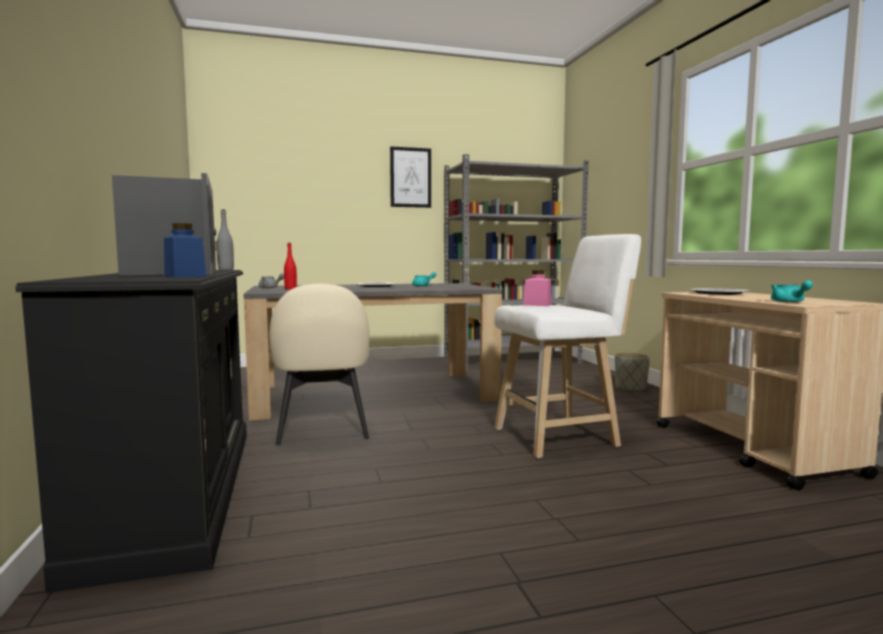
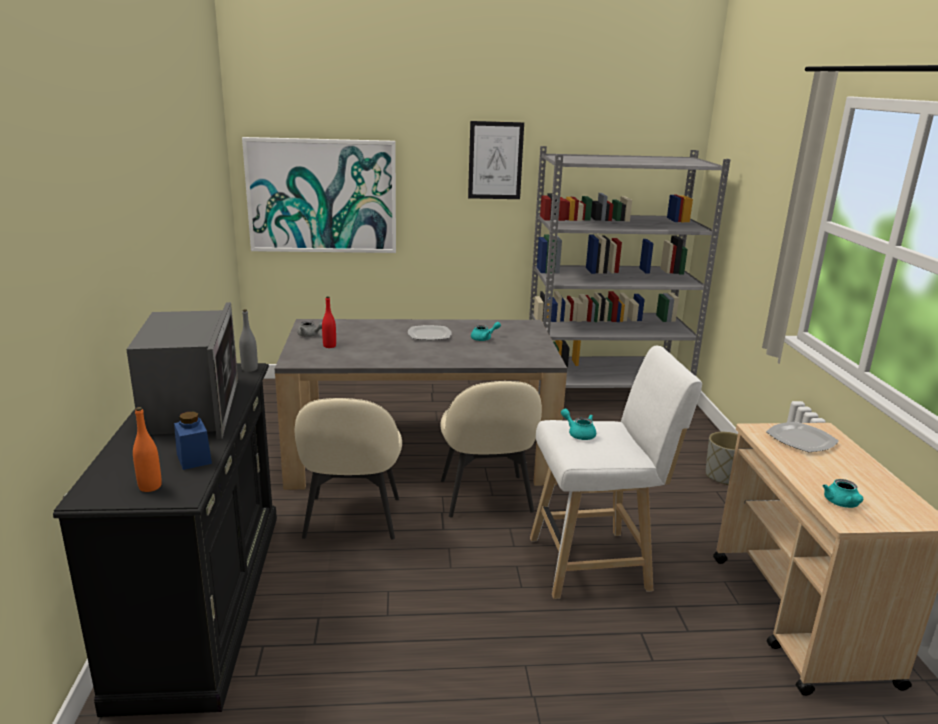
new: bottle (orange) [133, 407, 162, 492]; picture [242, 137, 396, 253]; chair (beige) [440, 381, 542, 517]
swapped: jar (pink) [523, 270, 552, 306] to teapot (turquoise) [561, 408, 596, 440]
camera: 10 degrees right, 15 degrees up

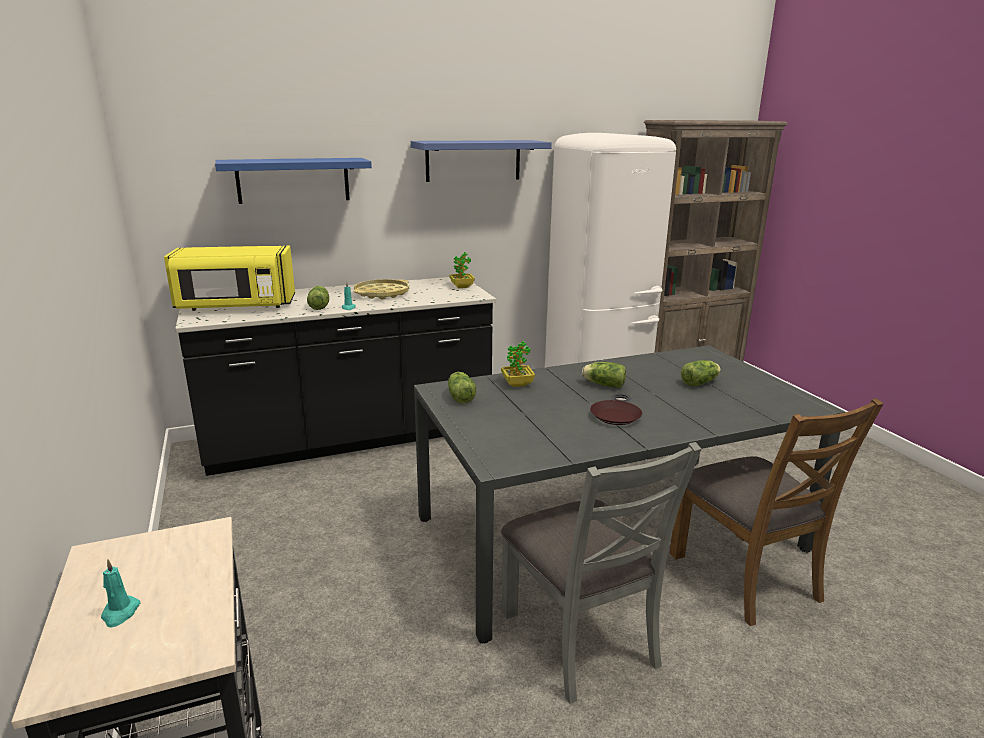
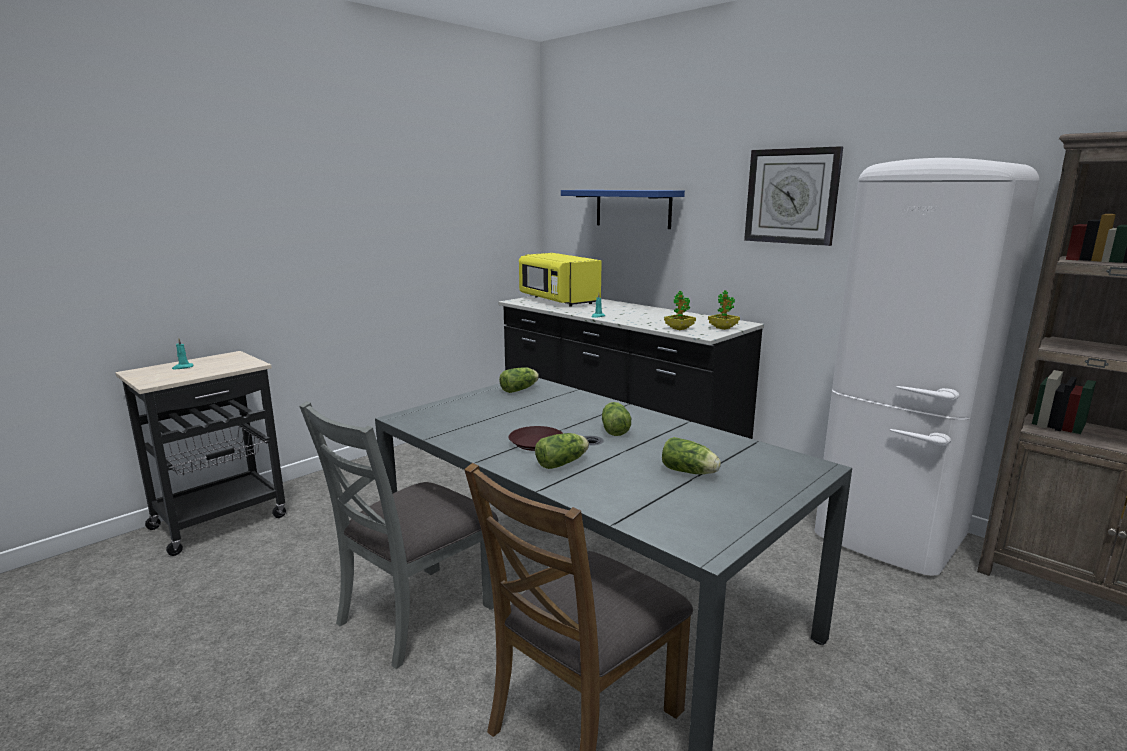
gone: tray (yellow) [354, 279, 409, 299]
shifted: lettuce [307, 286, 329, 310] to [535, 433, 589, 469]; potted plant [501, 341, 535, 387] to [664, 291, 696, 330]
swapped: shelf (blue) [411, 140, 552, 182] to wall clock [744, 146, 843, 246]
camera: 65 degrees right, 5 degrees down

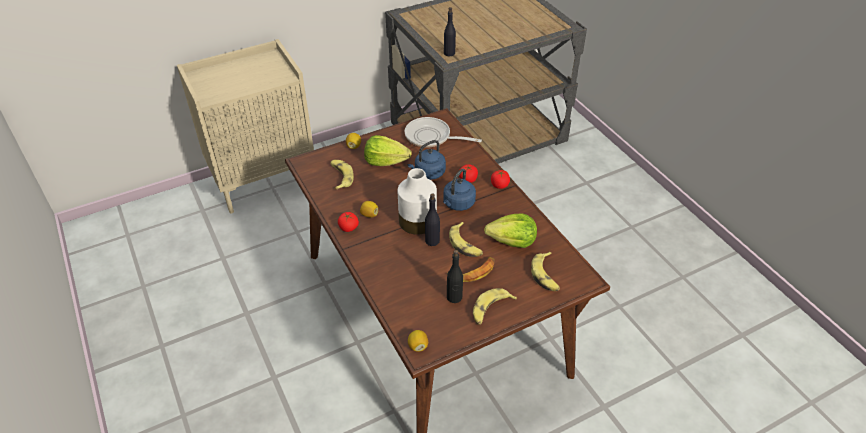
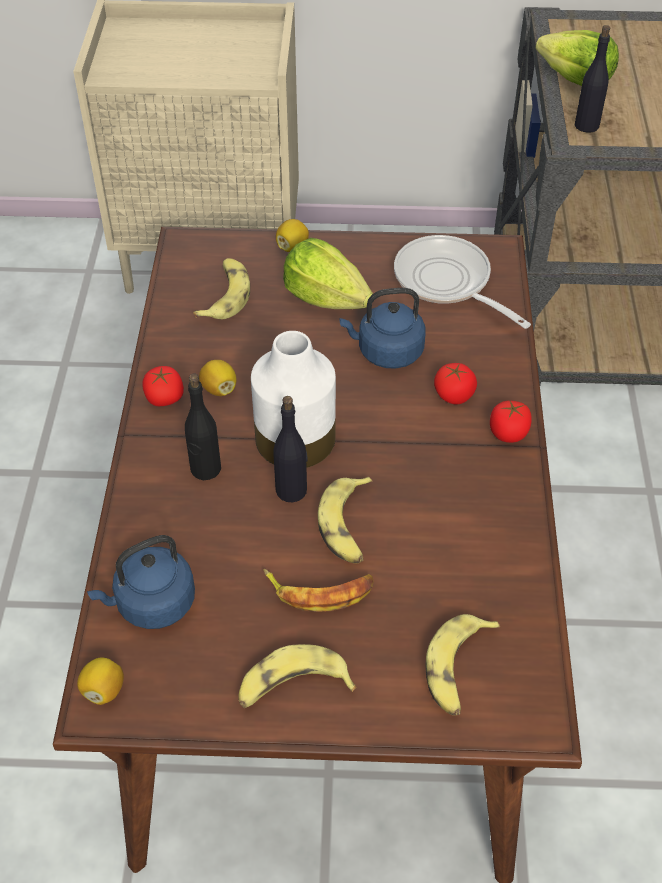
shifted: kettle (blue) [443, 168, 476, 211] to [87, 535, 195, 629]; bottle (black) [447, 250, 463, 303] to [185, 373, 221, 480]; lettuce [484, 214, 537, 248] to [536, 30, 619, 86]
camera: 30 degrees right, 5 degrees up

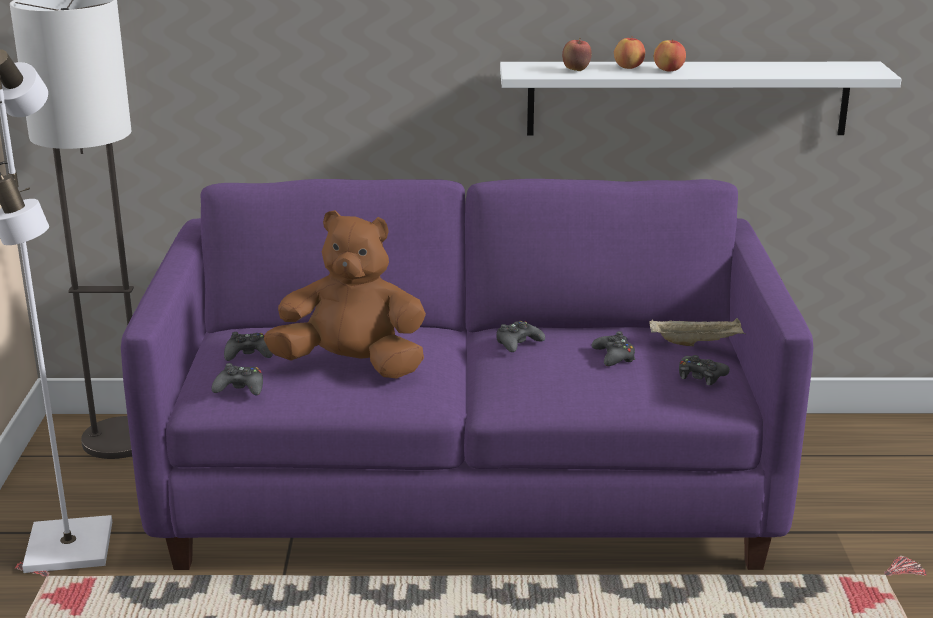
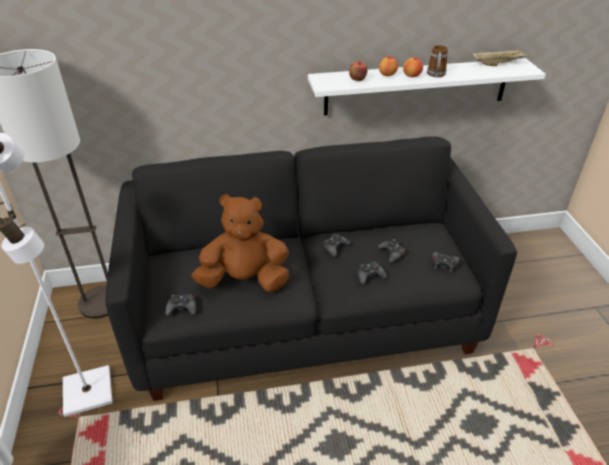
new: mug [427, 45, 448, 77]
shifted: game controller (black) [224, 332, 273, 361] to [357, 262, 387, 284]; tray (beige) [649, 318, 746, 346] to [472, 48, 528, 66]
repainted: sofa (purple) [121, 179, 813, 570] to sofa (black) [105, 136, 517, 401]
camera: 10 degrees left, 15 degrees up

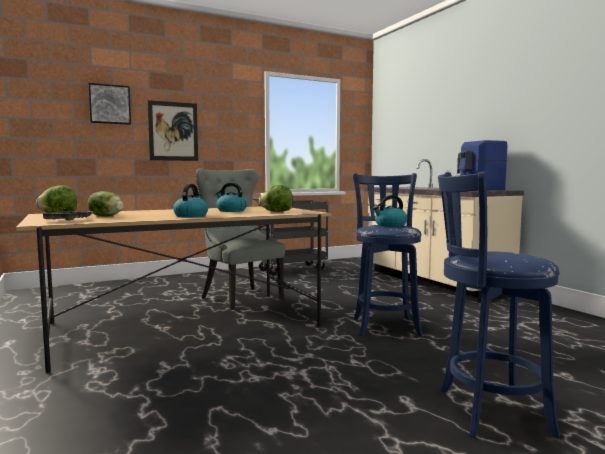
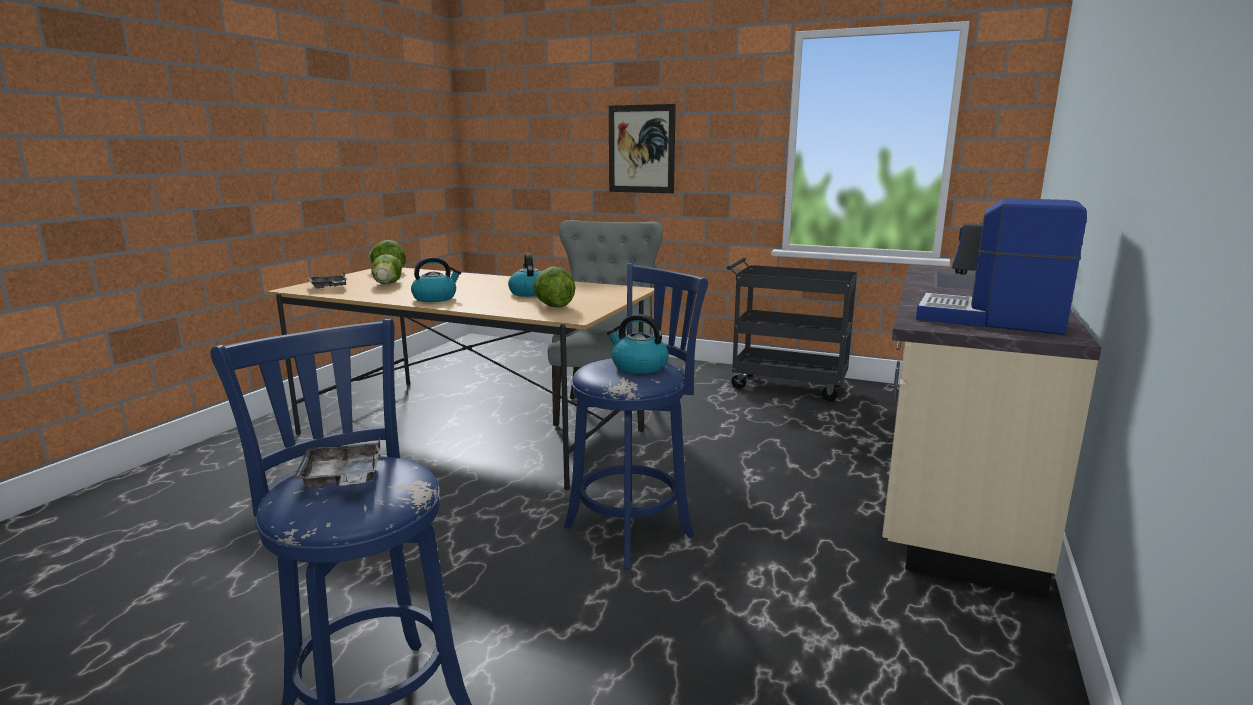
gone: picture [88, 83, 131, 125]
new: tray (grey) [293, 438, 381, 489]
camera: 50 degrees right, 10 degrees up

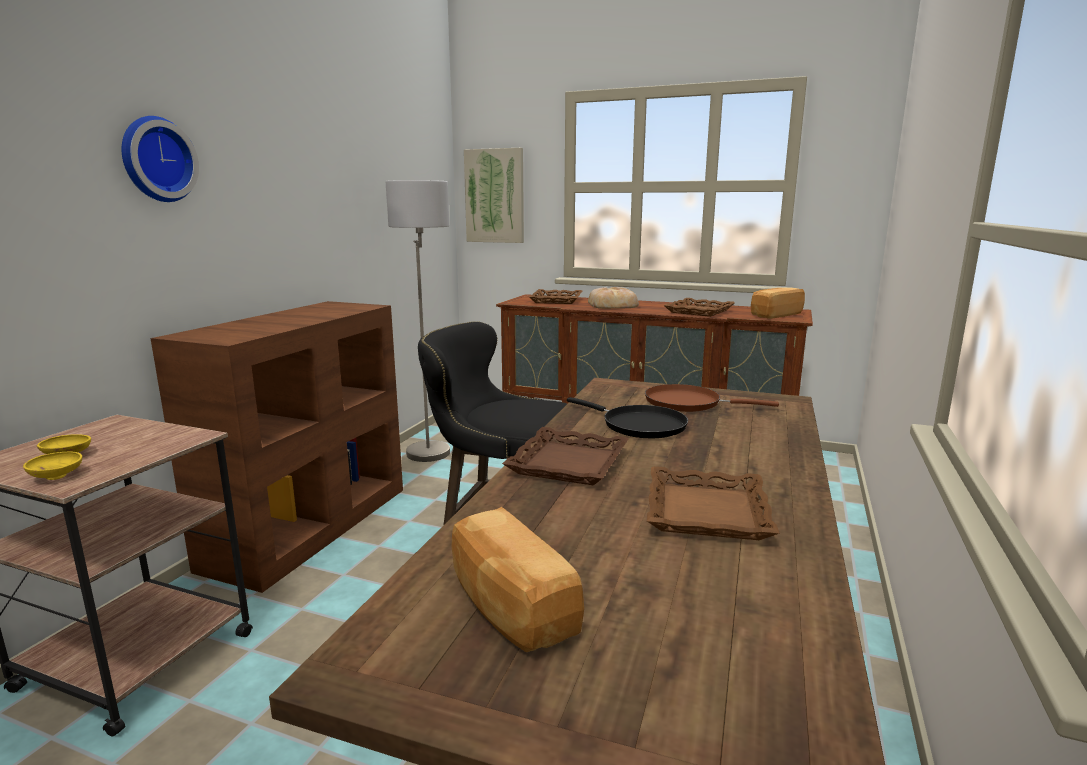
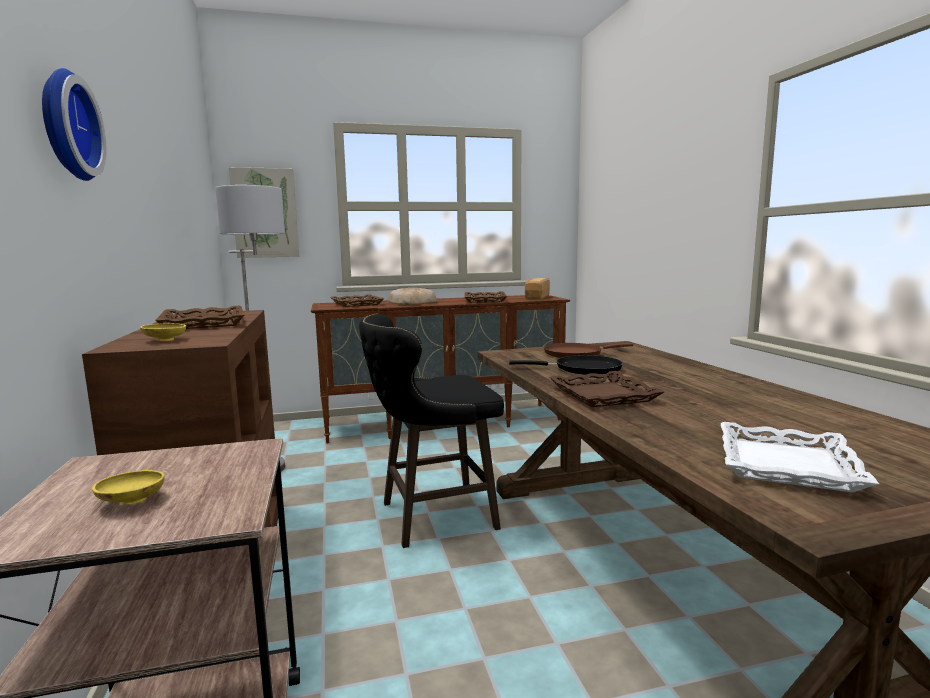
shifted: bowl (yellow) [23, 451, 82, 480] to [140, 323, 186, 341]; tray (brown) [647, 466, 780, 540] to [155, 306, 245, 329]
swapped: bread [452, 507, 584, 652] to tray (white) [721, 422, 879, 492]
camera: 35 degrees left, 5 degrees down

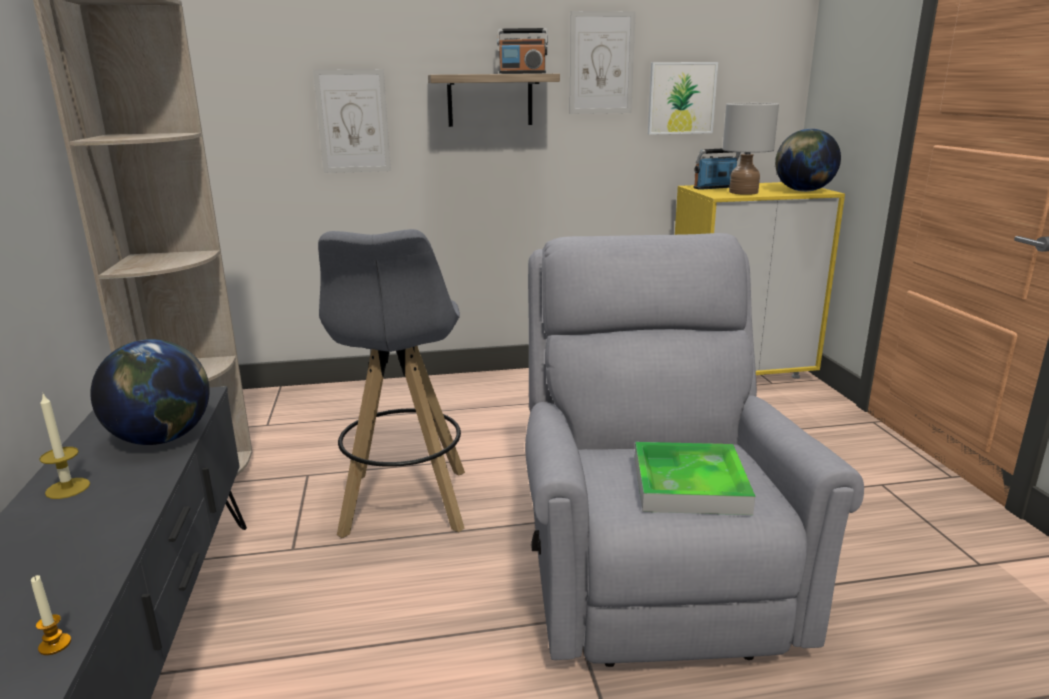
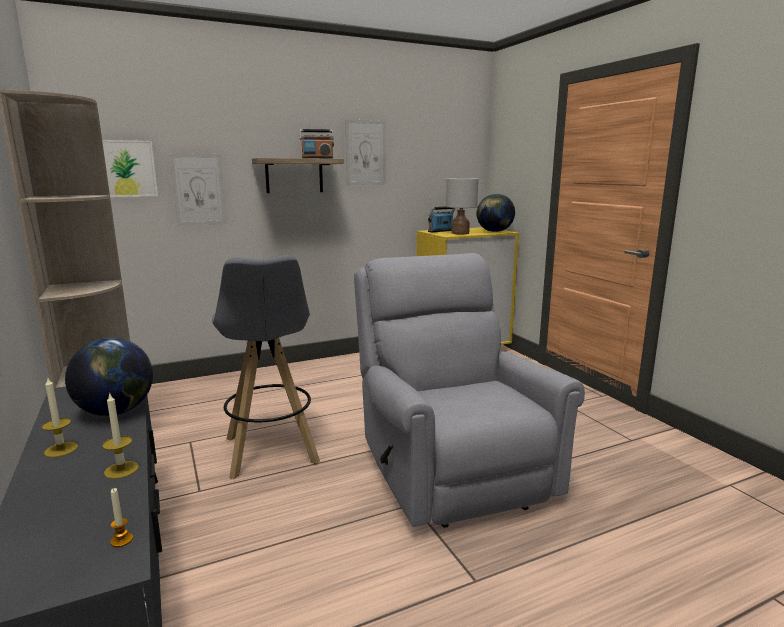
gone: tray [635, 442, 755, 515]
new: candle [102, 392, 139, 479]
shifted: picture [648, 62, 718, 135] to [102, 140, 158, 197]
camera: 15 degrees left, 5 degrees down

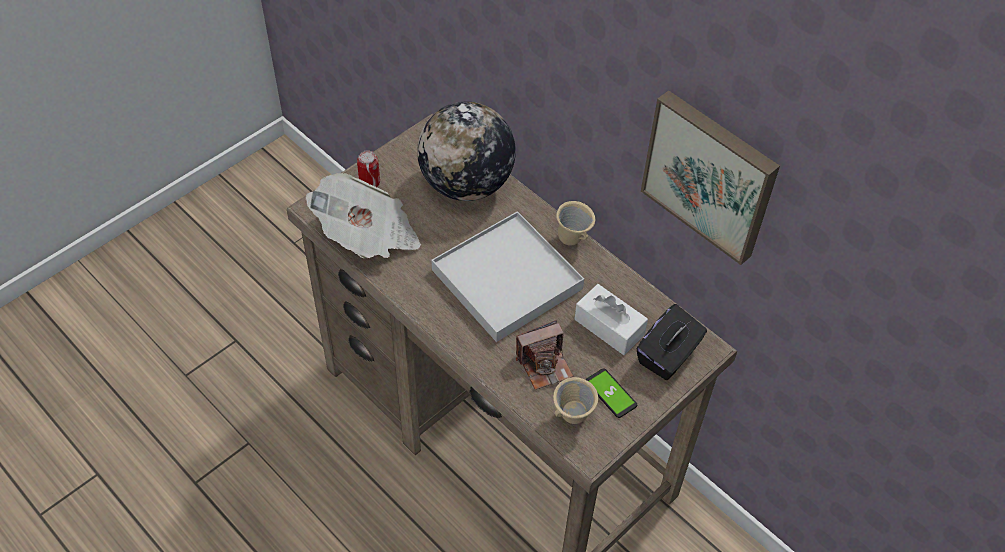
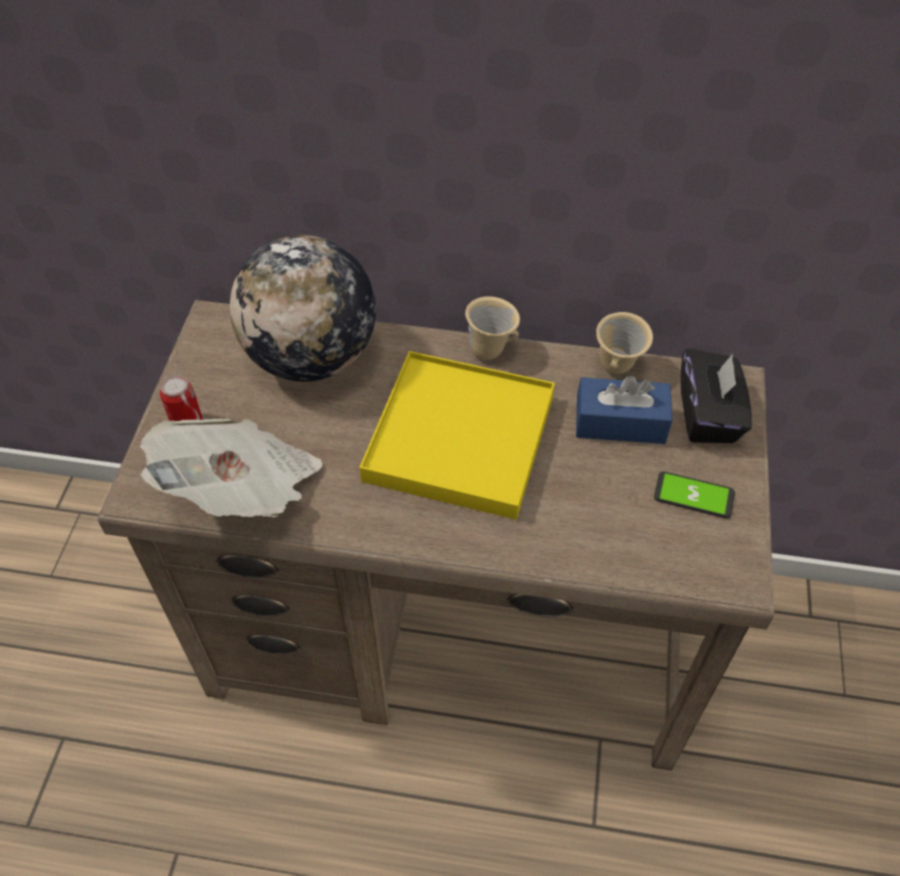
gone: photo camera [516, 320, 574, 390]; picture [641, 91, 780, 265]
shifted: mug (beige) [553, 377, 598, 424] to [596, 312, 653, 374]
repainted: tray (white) [431, 211, 584, 342] to tray (yellow) [359, 351, 555, 520]; tissue box (white) [575, 284, 648, 355] to tissue box (blue) [576, 376, 672, 444]
camera: 35 degrees left, 0 degrees up

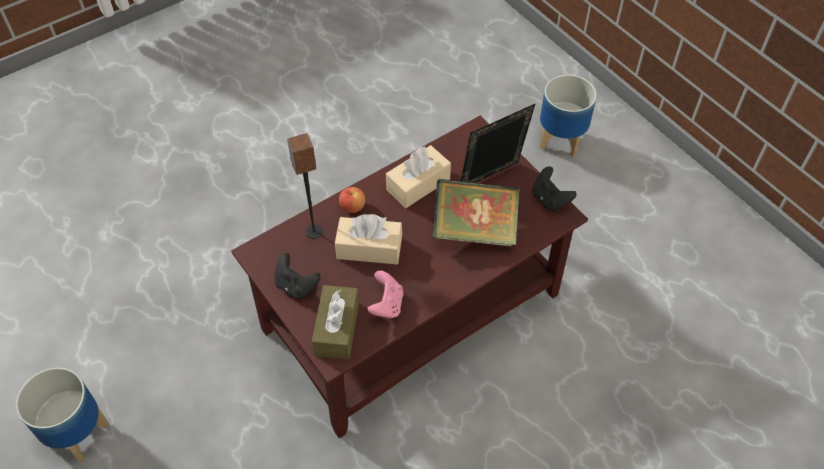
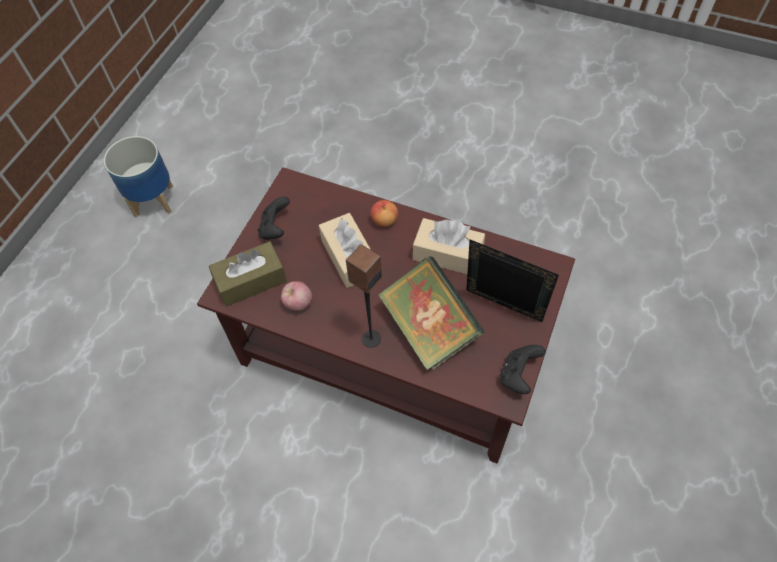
gone: planter [539, 75, 597, 157]
shifted: speaker [287, 133, 323, 239] to [346, 244, 382, 348]
swapped: game controller (pink) [368, 270, 403, 318] to apple [281, 281, 312, 311]
camera: 60 degrees right, 5 degrees up

